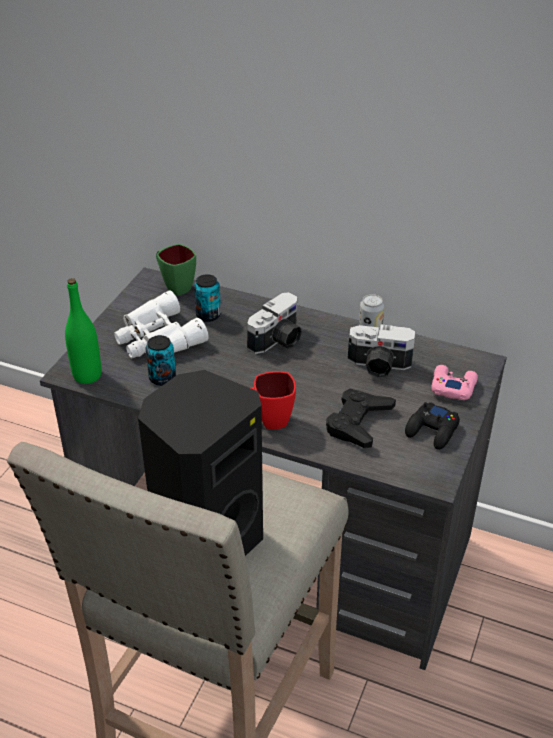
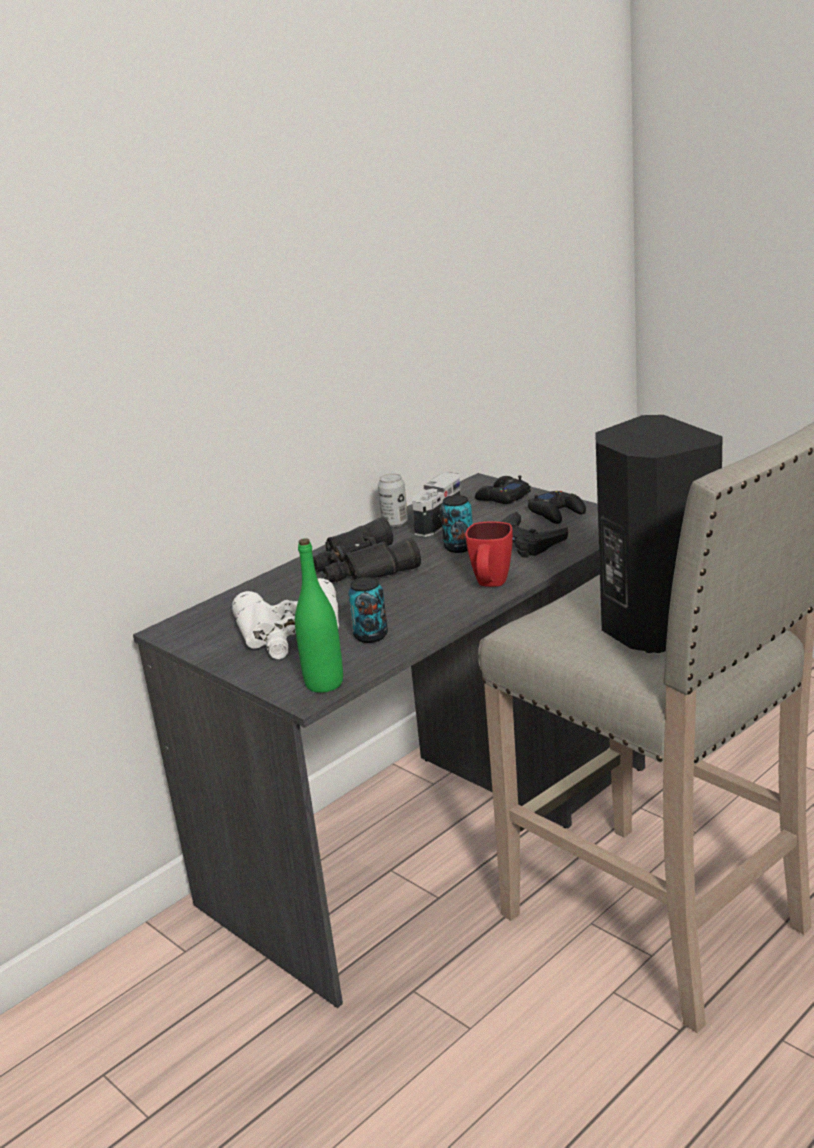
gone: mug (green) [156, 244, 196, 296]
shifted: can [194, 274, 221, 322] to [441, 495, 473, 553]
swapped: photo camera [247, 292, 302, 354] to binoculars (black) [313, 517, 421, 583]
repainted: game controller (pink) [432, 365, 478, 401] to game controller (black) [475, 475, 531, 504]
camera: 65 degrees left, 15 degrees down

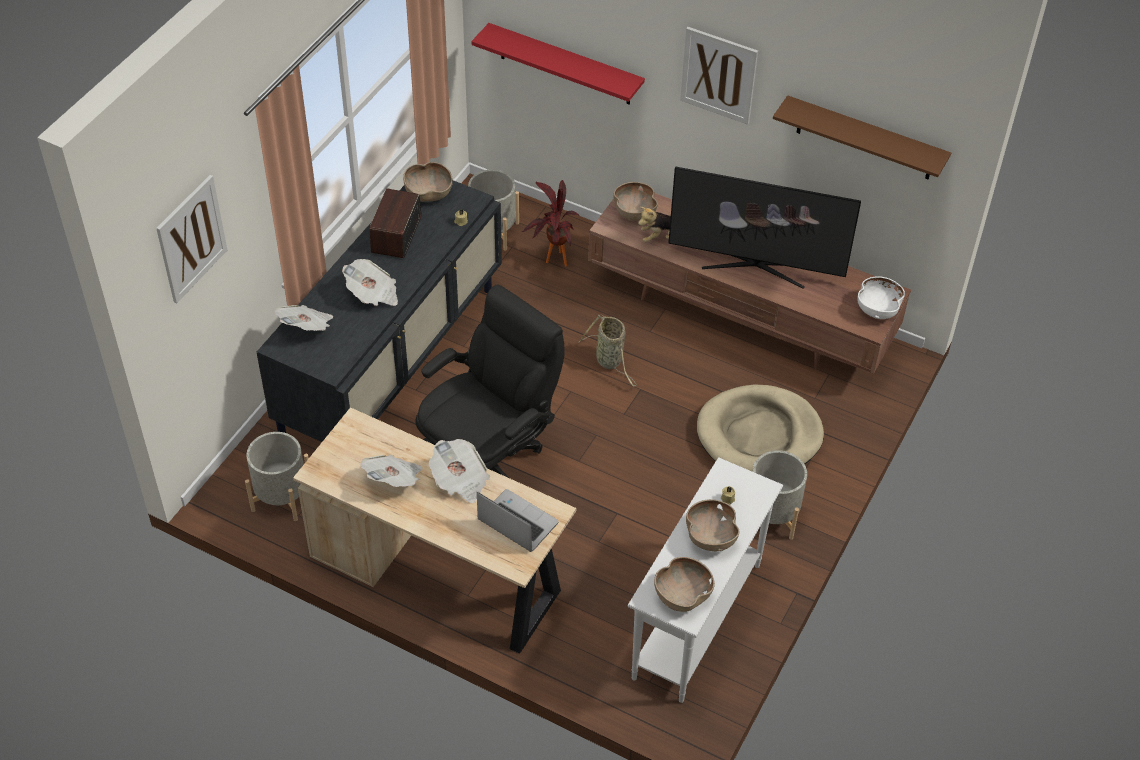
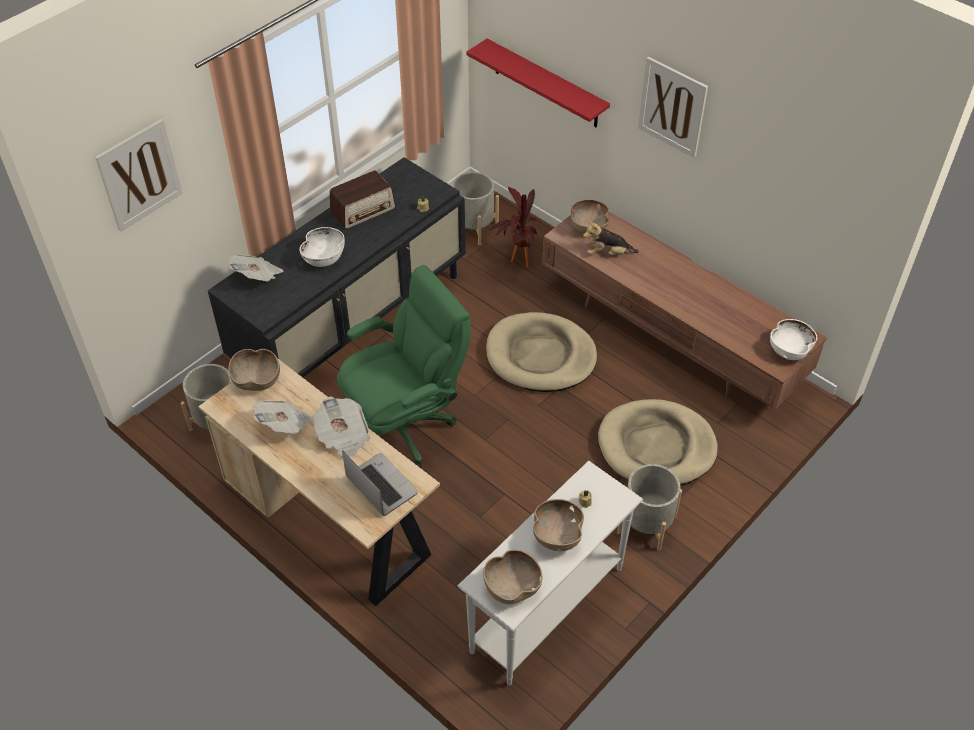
gone: television [668, 167, 861, 289]; shelf (brown) [773, 95, 951, 179]
shifted: bowl (brown) [403, 162, 453, 201] to [228, 349, 280, 391]
swapped: newspaper [342, 259, 398, 306] to bowl (white) [299, 227, 345, 267]; basket [578, 315, 637, 387] to dog bed (beige) [486, 312, 597, 392]
repainted: office chair (black) [415, 284, 565, 478] to office chair (green) [337, 265, 471, 468]
rotated: radio [370, 189, 422, 258] = [330, 170, 396, 229] 150 degrees counterclockwise
camera: 15 degrees right, 0 degrees up

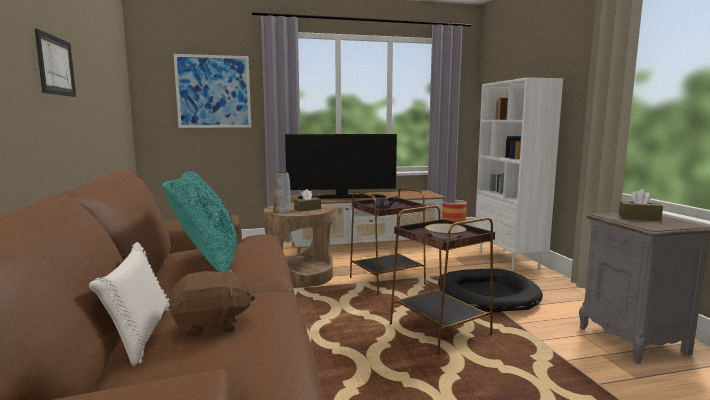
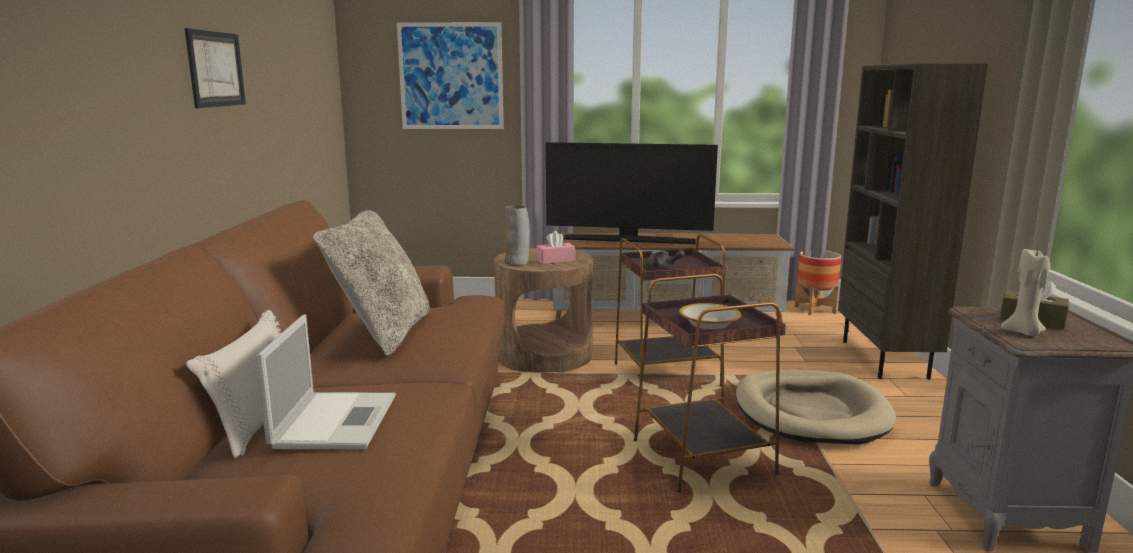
new: candle (beige) [1001, 249, 1050, 336]
swapped: plush toy (brown) [169, 269, 255, 337] to laptop [256, 314, 396, 449]
repainted: pillow (turquoise) [162, 171, 238, 273] to pillow (beige) [313, 210, 430, 356]; tissue box (brown) [294, 189, 321, 212] to tissue box (pink) [537, 231, 575, 264]; dog bed (black) [438, 268, 543, 312] to dog bed (beige) [736, 370, 896, 445]; bookcase (white) [475, 77, 563, 271] to bookcase (brown) [838, 64, 988, 380]
camera: 15 degrees right, 5 degrees up

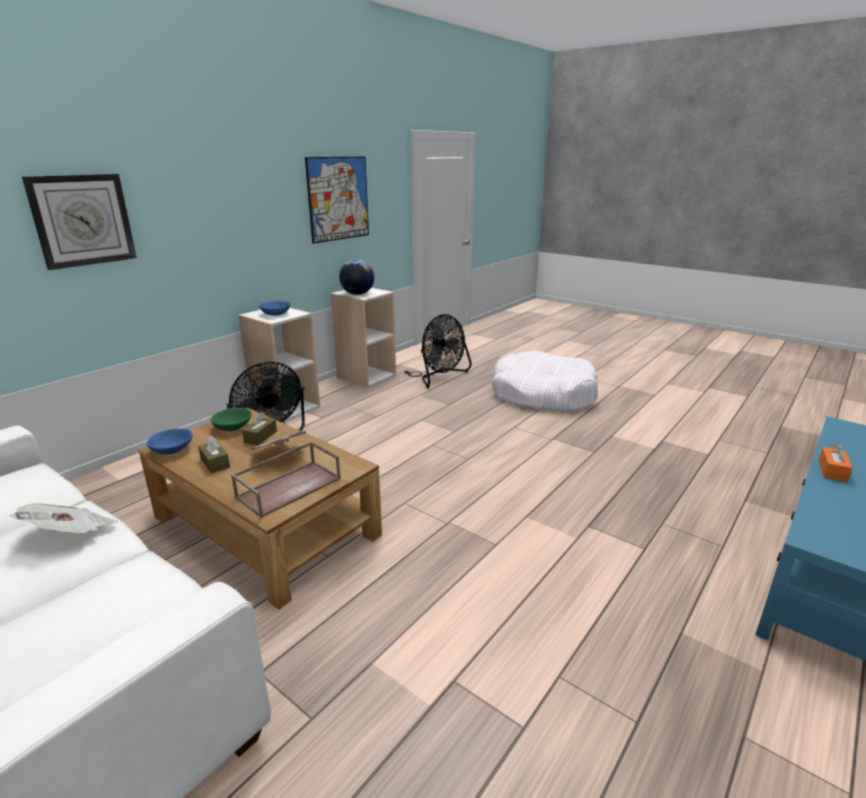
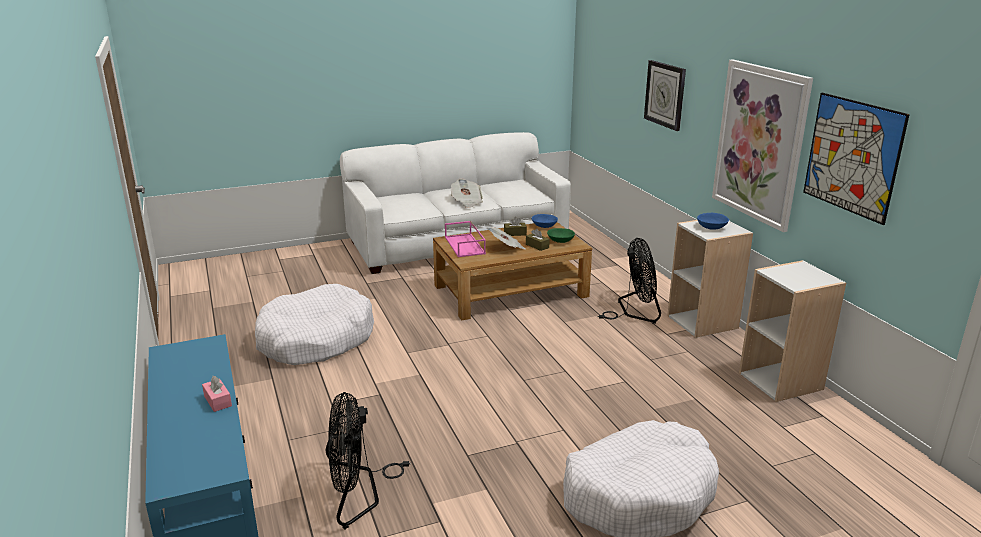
gone: globe [339, 259, 374, 295]
new: dog bed (white) [255, 284, 374, 365]; picture [712, 59, 813, 232]
shifted: fan (black) [405, 314, 472, 388] to [326, 392, 411, 530]
repainted: tissue box (orange) [818, 442, 853, 482] to tissue box (pink) [202, 376, 232, 412]; tray (brown) [231, 441, 341, 518] to tray (pink) [445, 221, 486, 257]
camera: 120 degrees right, 0 degrees up

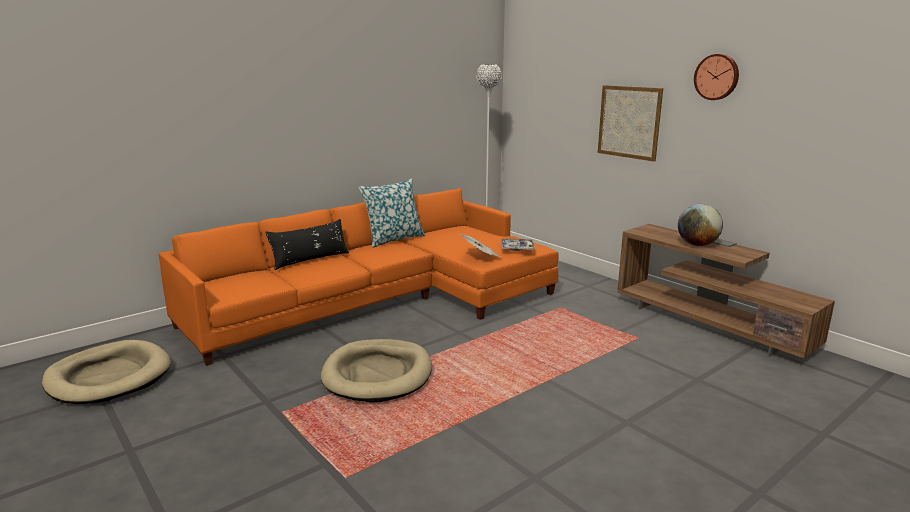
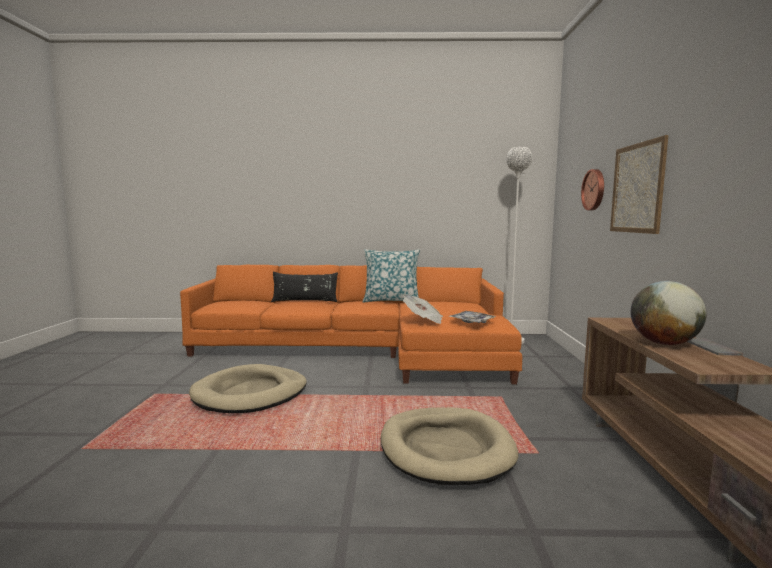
shifted: dog bed (beige) [42, 340, 171, 404] to [381, 407, 519, 485]; wall clock [694, 54, 739, 100] to [581, 169, 604, 210]
camera: 40 degrees right, 10 degrees down

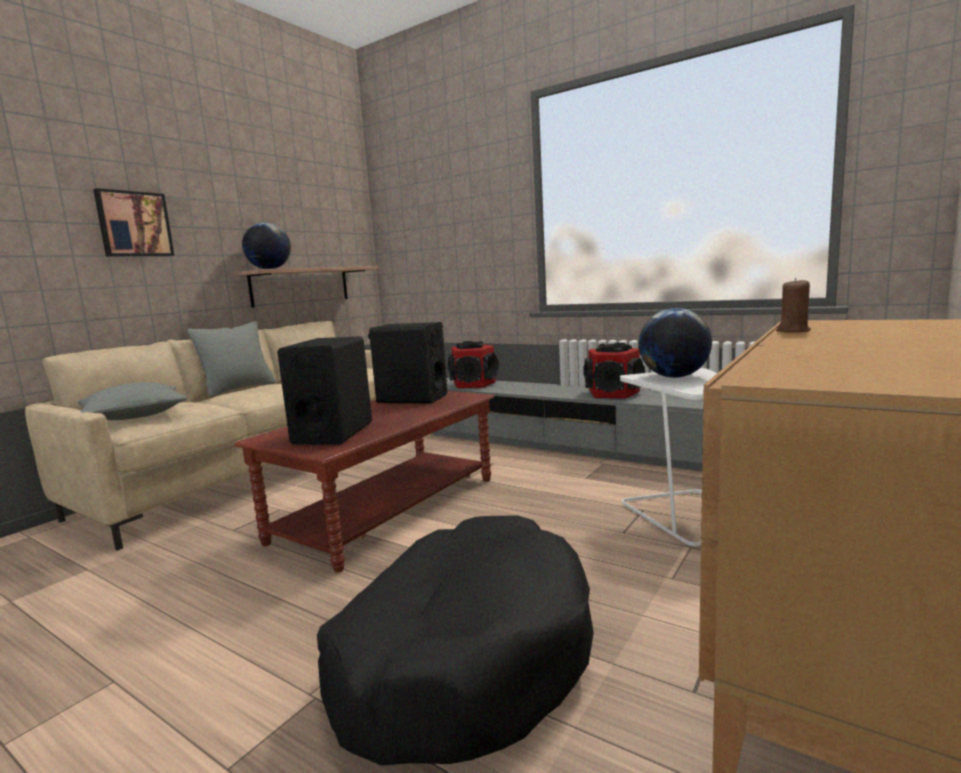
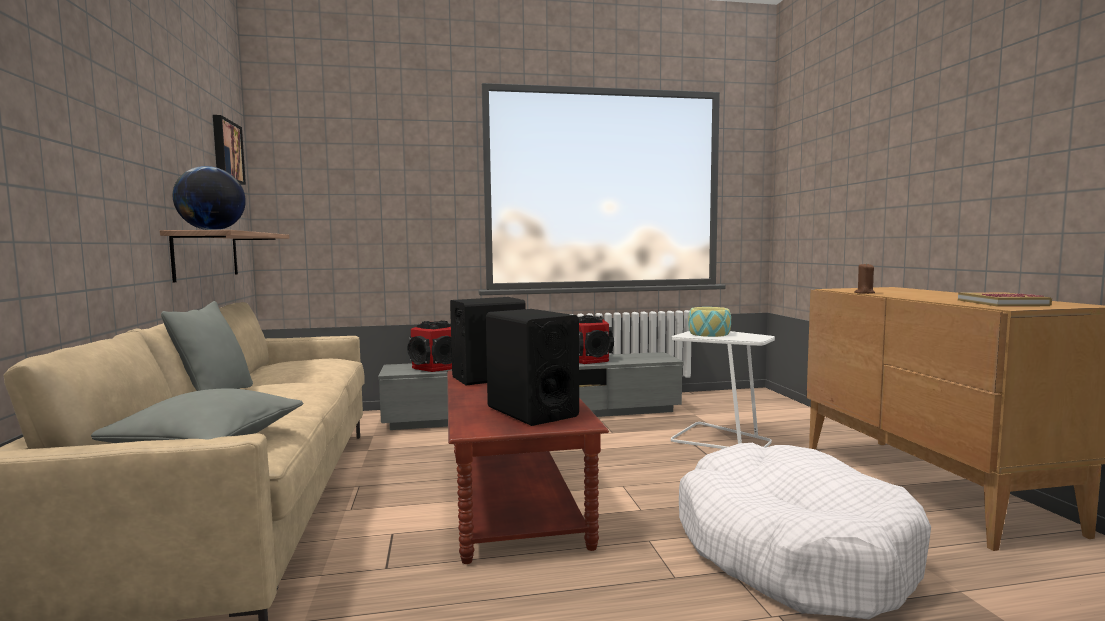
new: book [958, 292, 1052, 306]
shifted: picture [93, 188, 174, 256] to [213, 115, 246, 185]
swapped: globe [639, 308, 712, 378] to bowl [688, 307, 731, 337]
repainted: dog bed (black) [317, 515, 594, 765] to dog bed (white) [679, 443, 931, 620]
camera: 45 degrees left, 5 degrees down

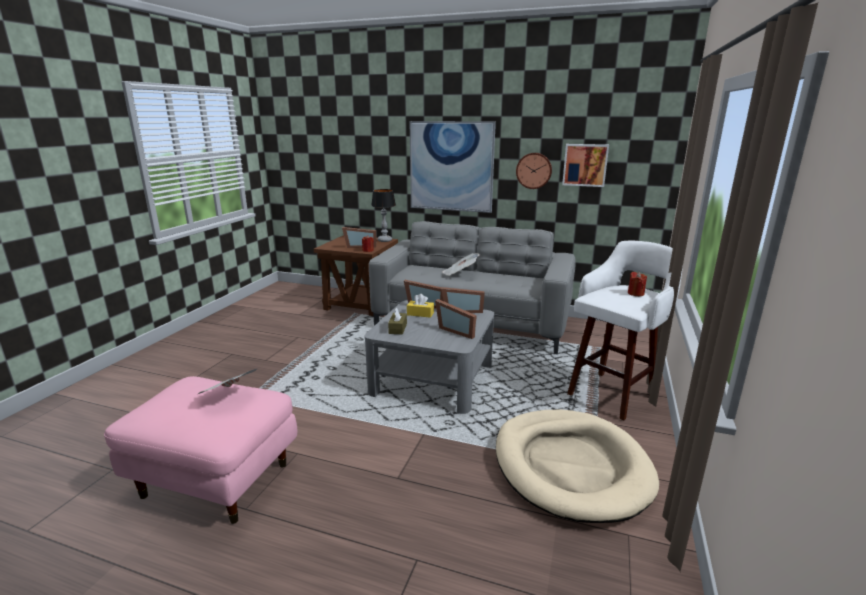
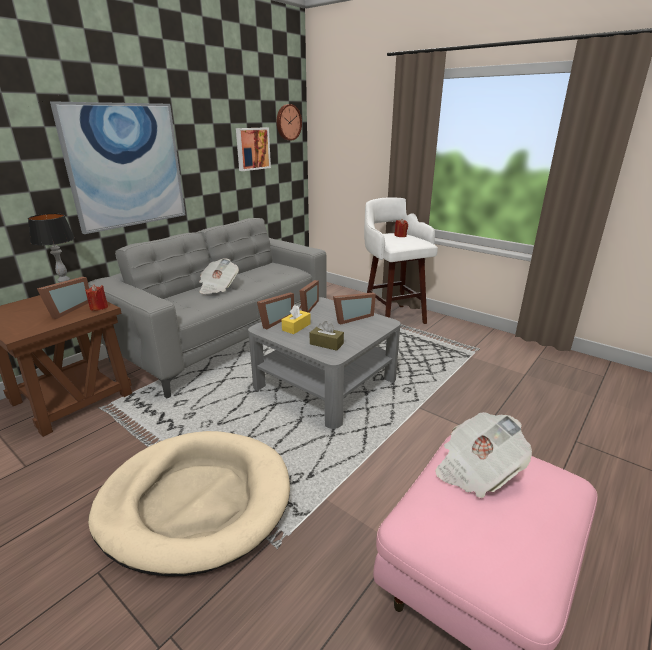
shifted: dog bed (beige) [496, 410, 659, 523] to [88, 431, 290, 576]; wall clock [516, 153, 552, 189] to [277, 104, 302, 141]
camera: 70 degrees left, 5 degrees up

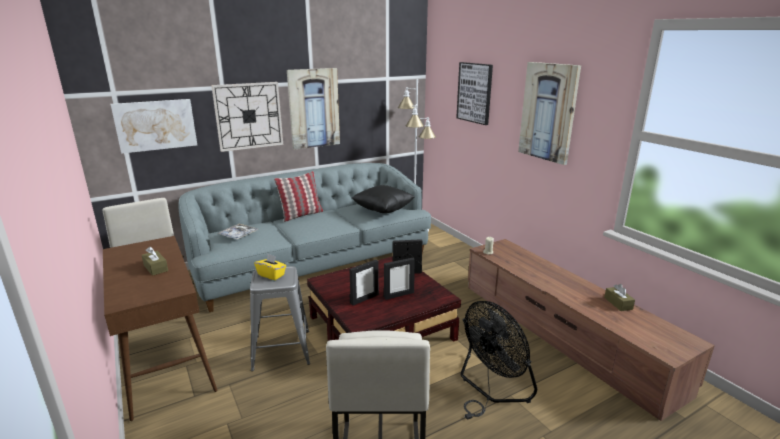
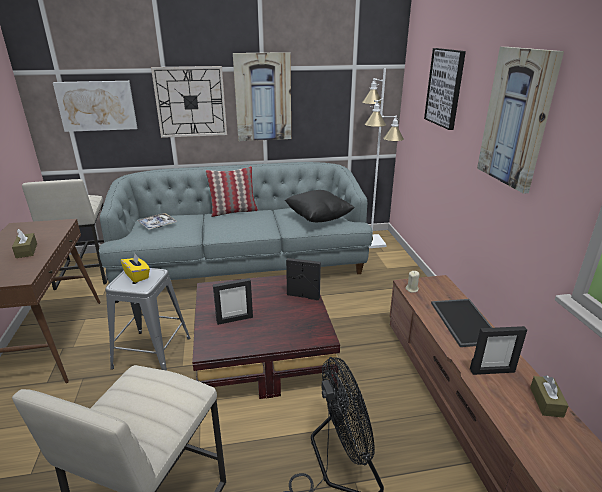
new: tray [431, 299, 493, 347]
shifted: picture frame [383, 258, 415, 300] to [470, 326, 527, 375]
camera: 20 degrees right, 5 degrees up

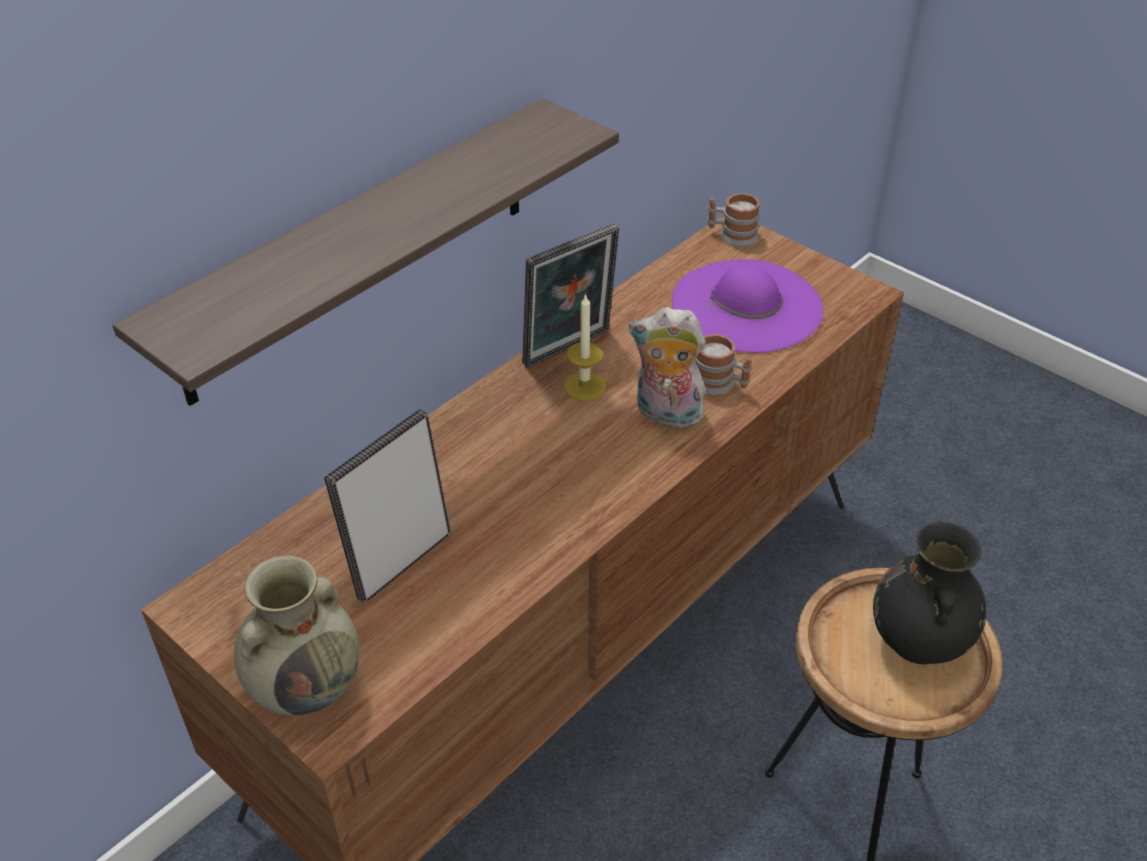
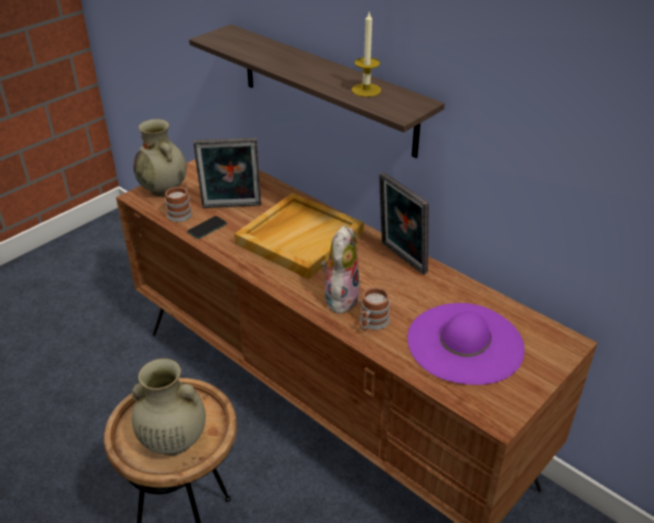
new: phone [187, 216, 227, 239]; tray (beige) [234, 193, 364, 279]
shifted: mug [707, 193, 760, 247] to [165, 182, 192, 222]; candle [563, 293, 606, 401] to [352, 12, 381, 97]
repainted: vase (black) [873, 522, 986, 664] to vase (beige) [132, 358, 206, 456]
rotated: picture frame [324, 409, 451, 604] = [193, 138, 261, 208] 135 degrees clockwise
camera: 90 degrees right, 5 degrees down

